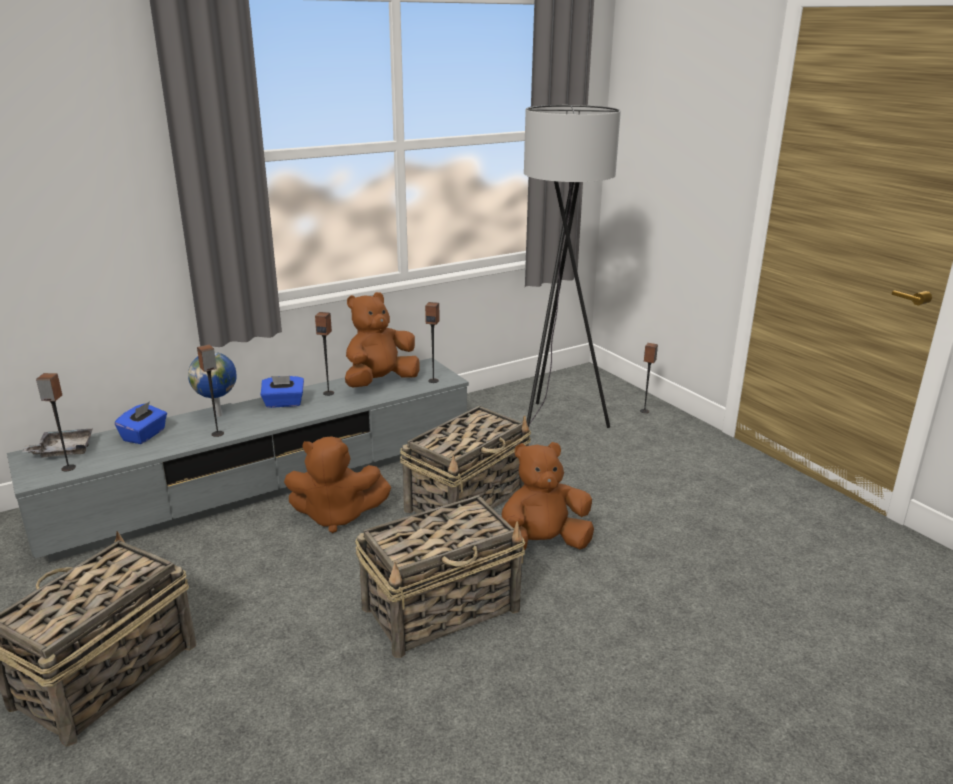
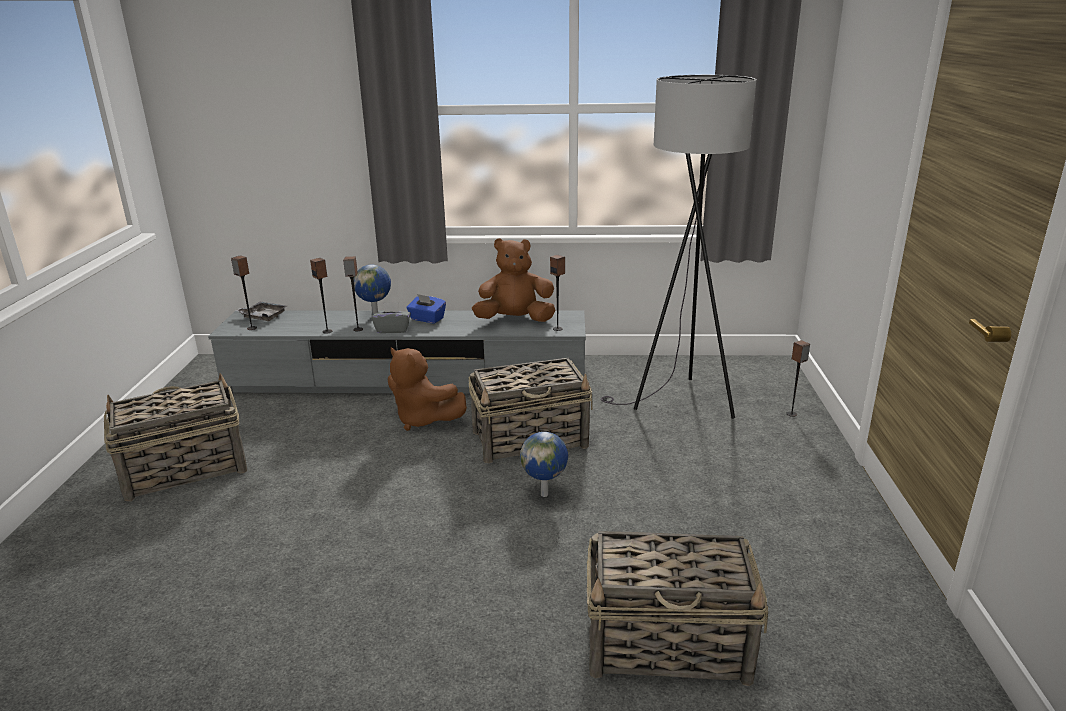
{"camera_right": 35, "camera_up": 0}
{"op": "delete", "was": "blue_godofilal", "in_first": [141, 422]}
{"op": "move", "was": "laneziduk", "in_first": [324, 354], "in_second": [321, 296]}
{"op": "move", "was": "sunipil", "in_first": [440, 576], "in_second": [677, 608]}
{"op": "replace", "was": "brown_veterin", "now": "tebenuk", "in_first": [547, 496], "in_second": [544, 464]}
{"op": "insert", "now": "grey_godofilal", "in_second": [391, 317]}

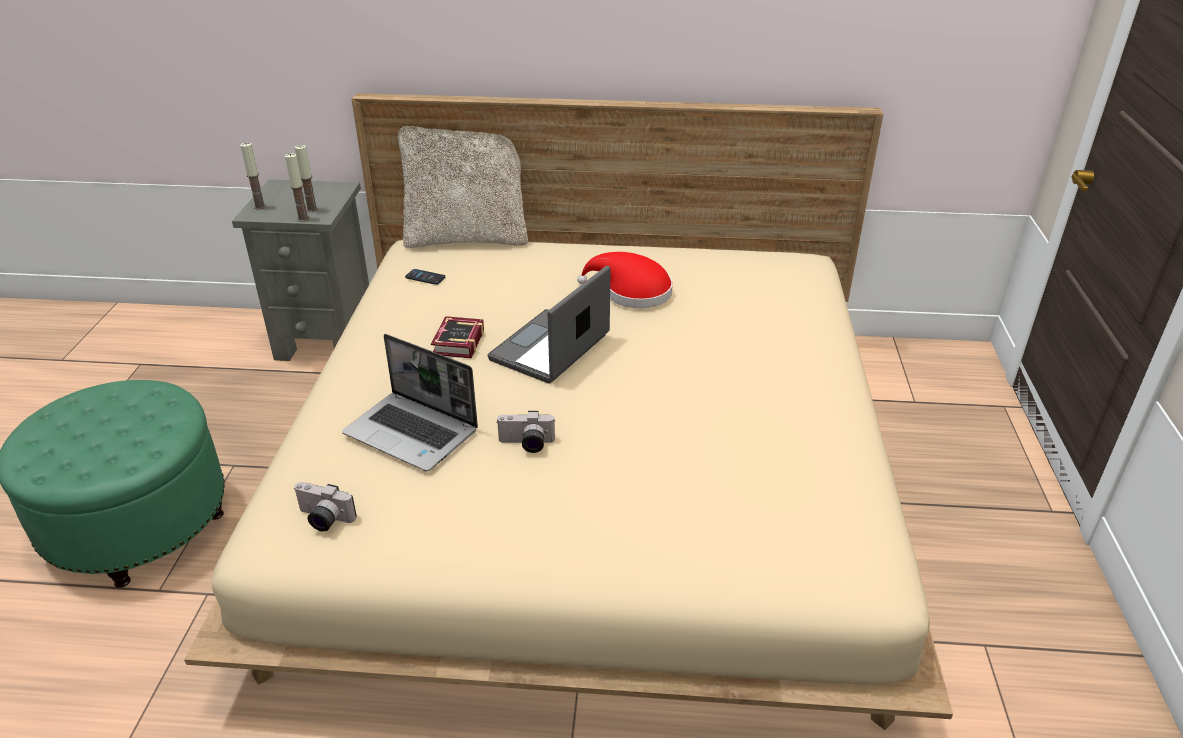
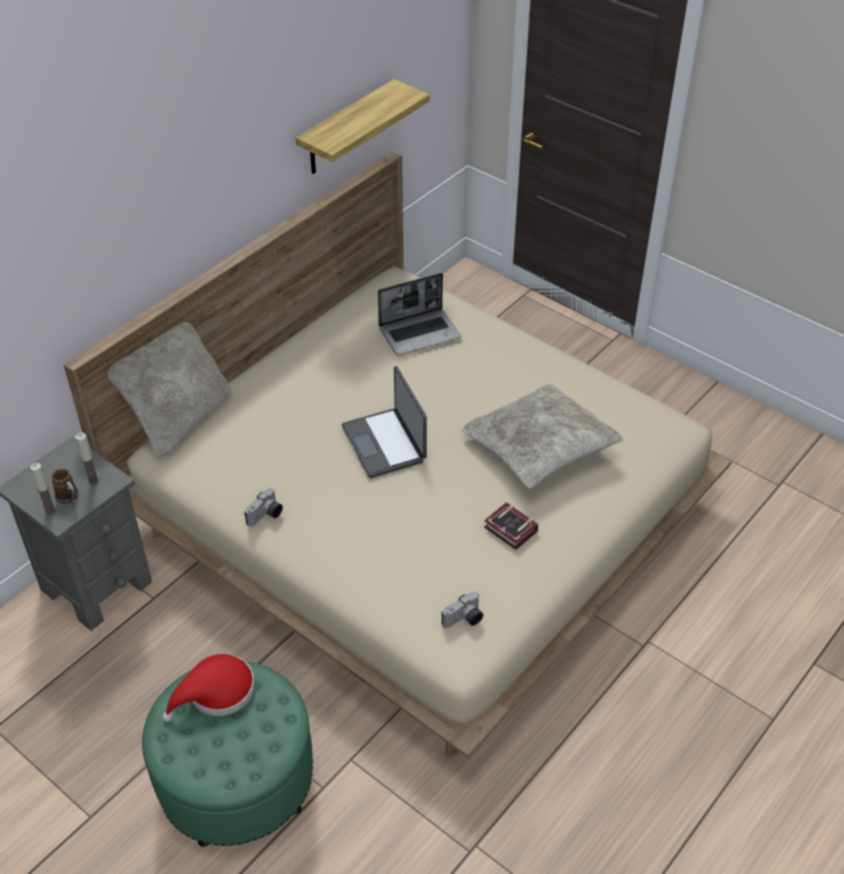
{"camera_right": -55, "camera_up": 10}
{"op": "delete", "was": "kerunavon", "in_first": [297, 187]}
{"op": "move", "was": "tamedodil", "in_first": [410, 402], "in_second": [419, 314]}
{"op": "delete", "was": "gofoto", "in_first": [425, 277]}
{"op": "move", "was": "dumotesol", "in_first": [457, 337], "in_second": [511, 526]}
{"op": "move", "was": "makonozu", "in_first": [526, 432], "in_second": [263, 507]}
{"op": "move", "was": "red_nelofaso", "in_first": [625, 280], "in_second": [209, 688]}
{"op": "insert", "now": "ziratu", "in_second": [65, 486]}
{"op": "insert", "now": "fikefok", "in_second": [363, 126]}
{"op": "insert", "now": "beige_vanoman", "in_second": [542, 436]}

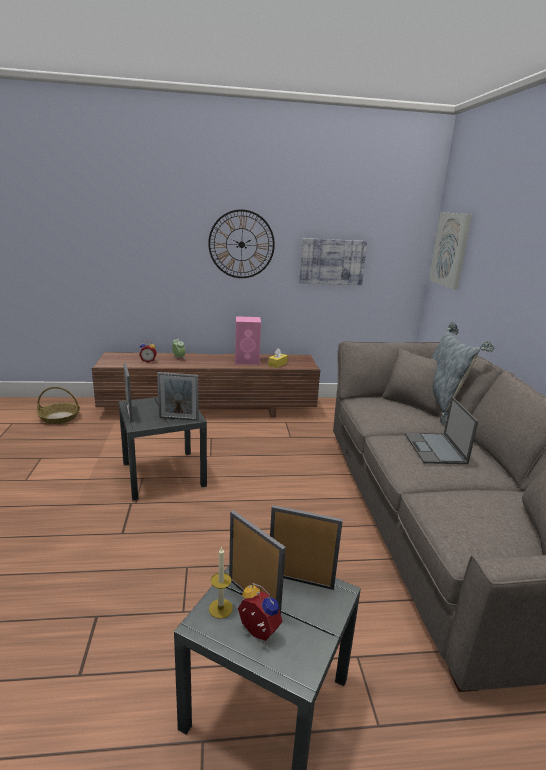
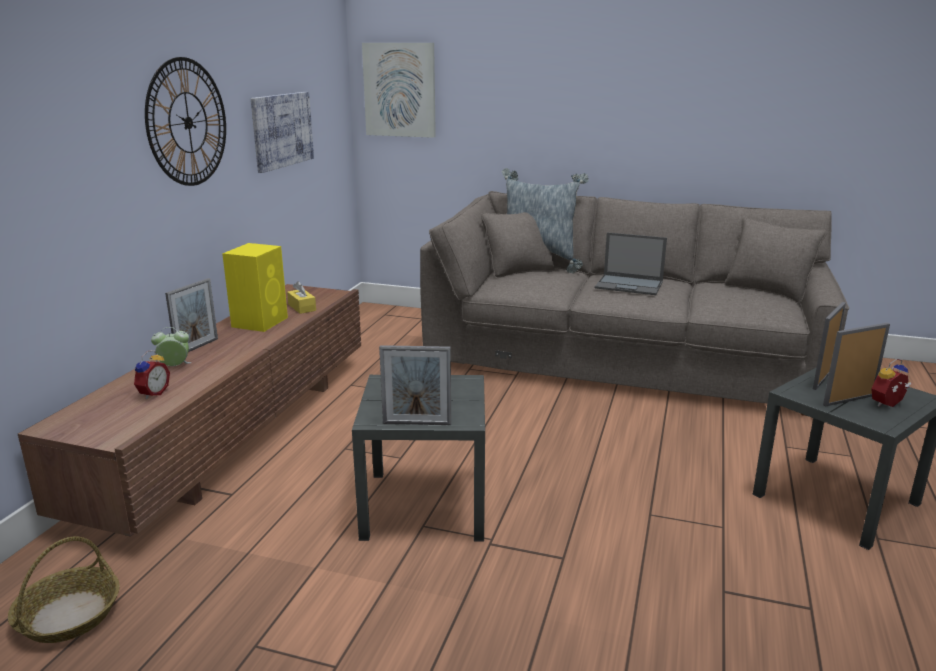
{"camera_right": -65, "camera_up": 0}
{"op": "move", "was": "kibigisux", "in_first": [178, 396], "in_second": [191, 315]}
{"op": "delete", "was": "kerunavon", "in_first": [221, 582]}
{"op": "recolor", "was": "pink_laneziduk", "now": "yellow_laneziduk", "in_first": [248, 340], "in_second": [255, 287]}

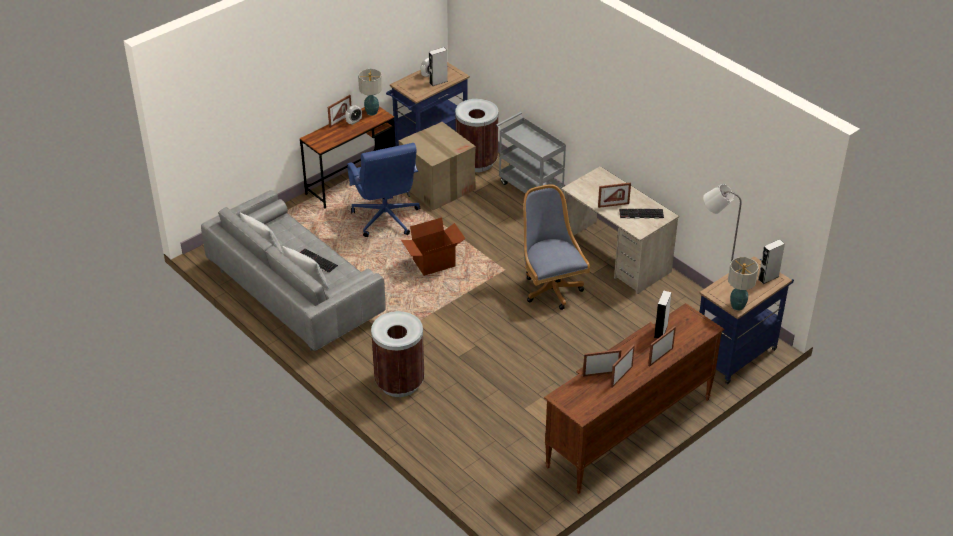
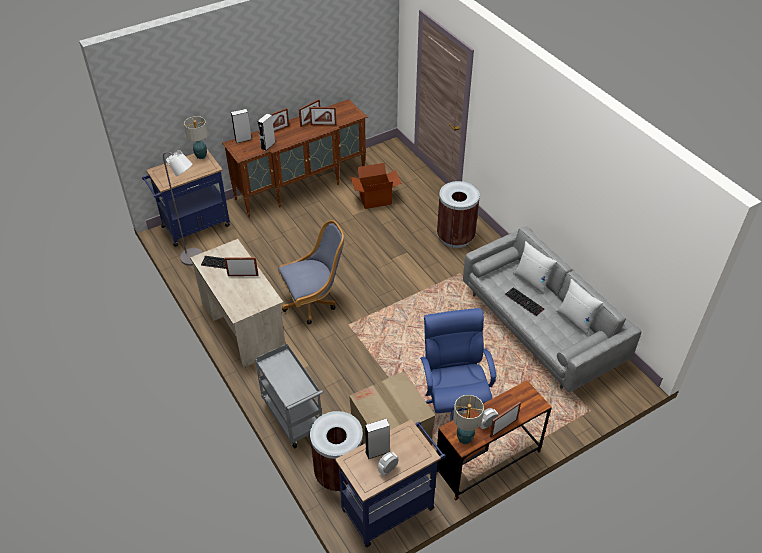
{"camera_right": -170, "camera_up": 5}
{"op": "move", "was": "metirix", "in_first": [433, 247], "in_second": [376, 186]}
{"op": "rotate", "was": "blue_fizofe", "in_first": [556, 247], "in_second": [311, 272], "clockwise": -105}
{"op": "move", "was": "grey_laneziduk", "in_first": [771, 261], "in_second": [241, 126]}

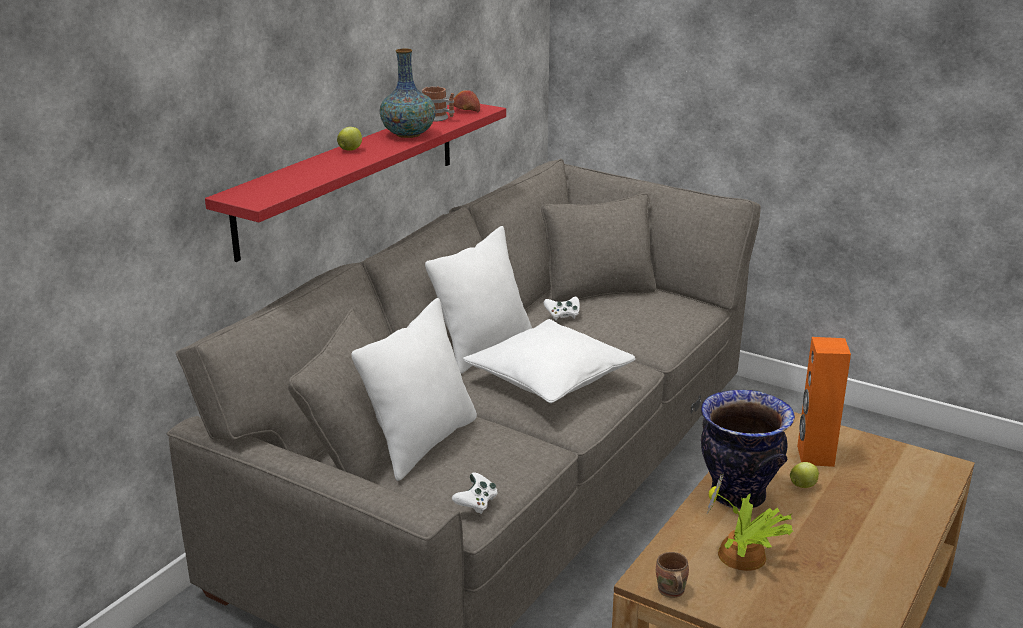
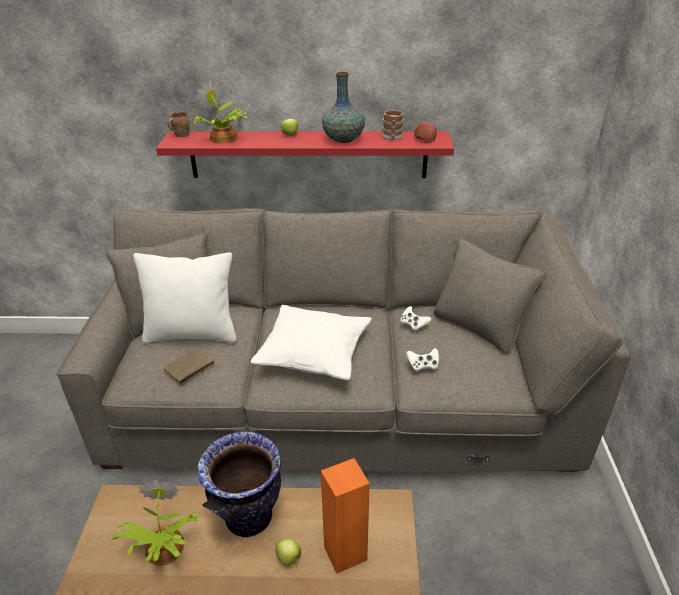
{"camera_right": 60, "camera_up": 10}
{"op": "delete", "was": "white_vanoman", "in_first": [478, 300]}
{"op": "move", "was": "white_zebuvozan", "in_first": [475, 493], "in_second": [422, 360]}
{"op": "move", "was": "brown_ziratu", "in_first": [672, 575], "in_second": [179, 124]}
{"op": "insert", "now": "brown_dumotesol", "in_second": [191, 365]}
{"op": "insert", "now": "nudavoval", "in_second": [220, 112]}

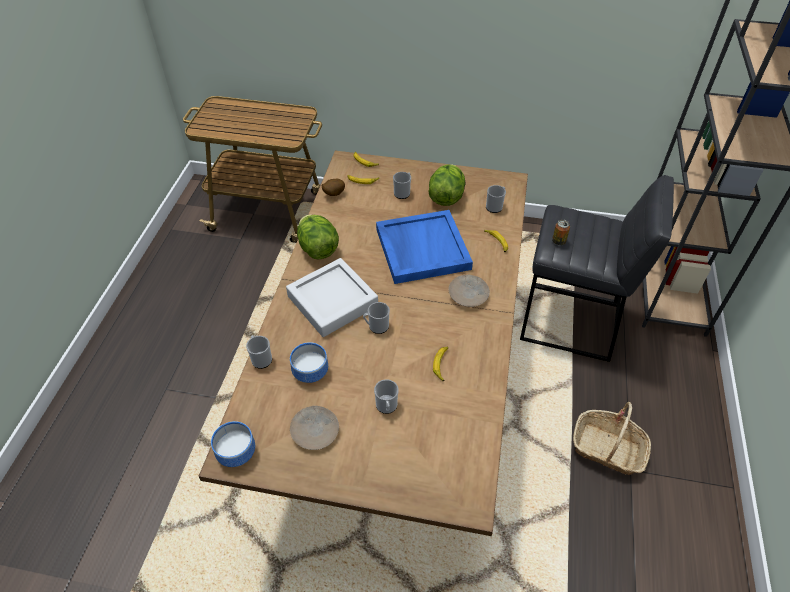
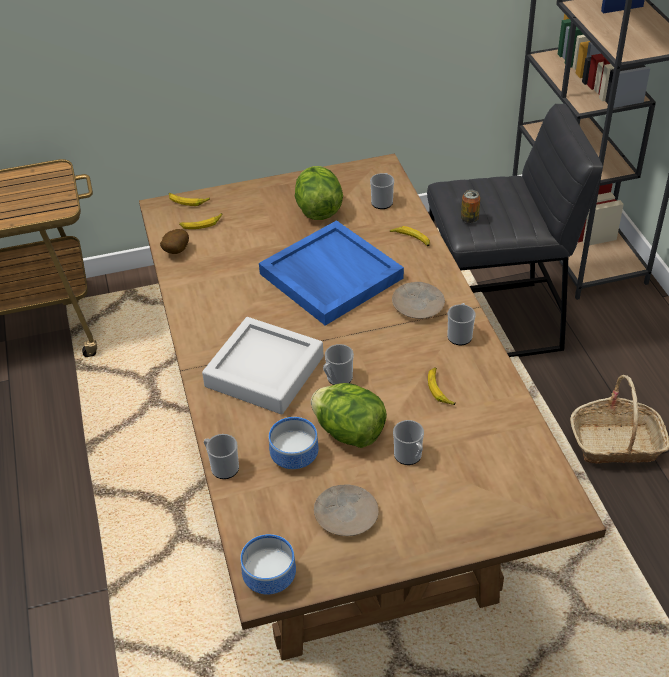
{"camera_right": -25, "camera_up": -5}
{"op": "move", "was": "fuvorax", "in_first": [318, 237], "in_second": [349, 415]}
{"op": "move", "was": "ziratu", "in_first": [402, 185], "in_second": [461, 324]}

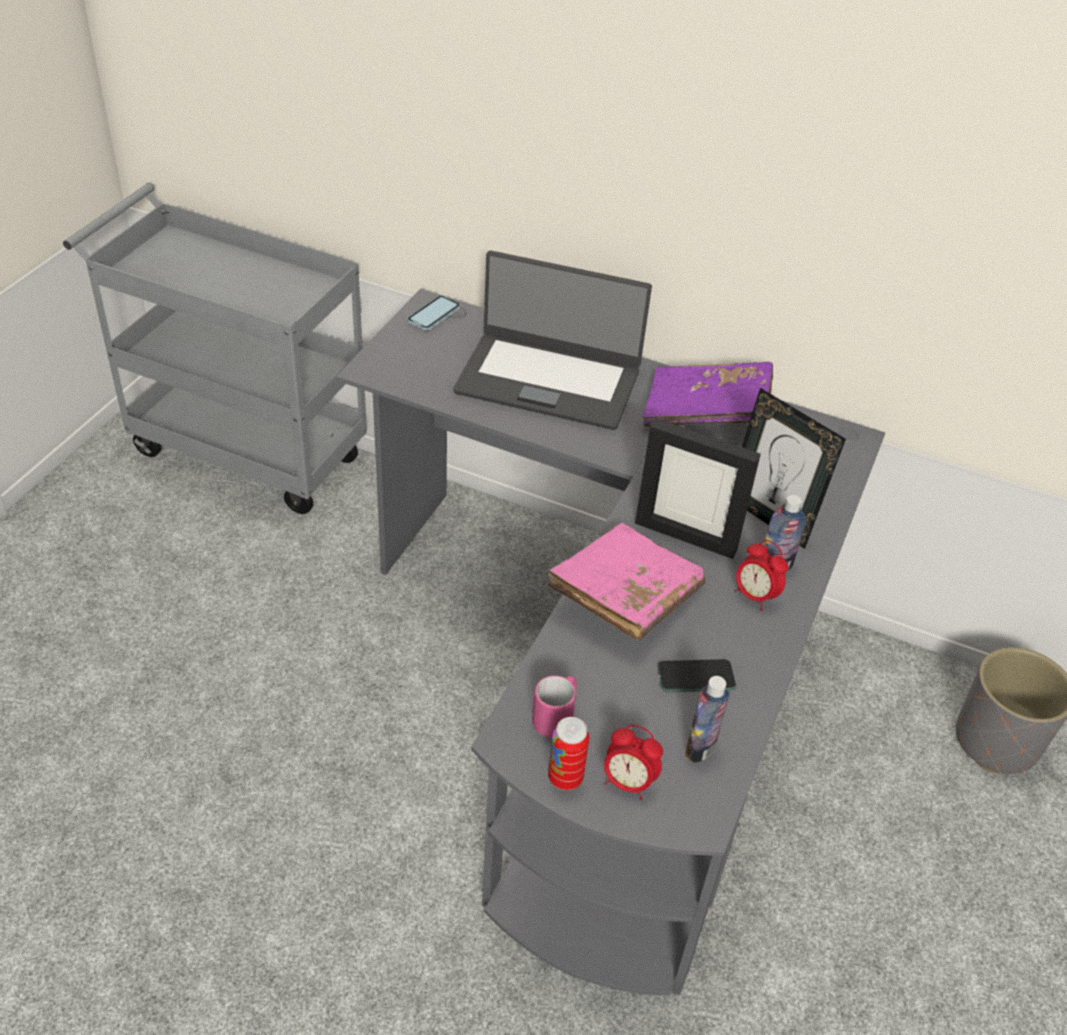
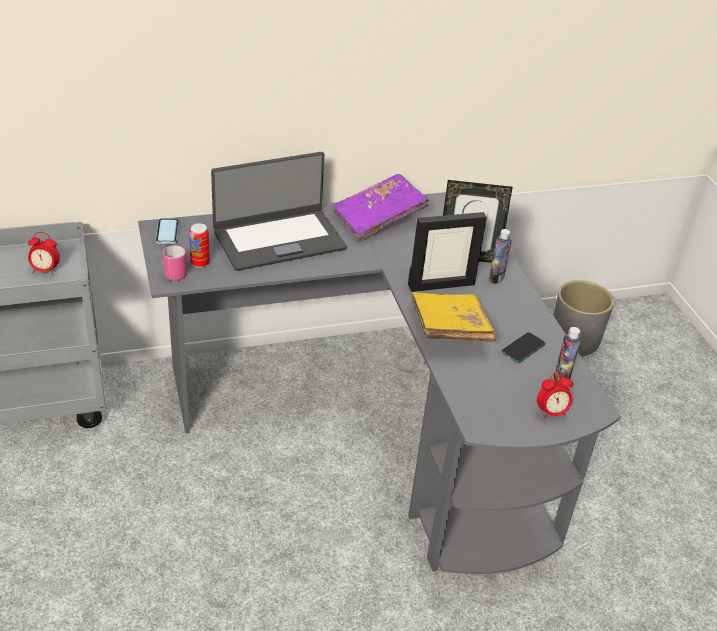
{"camera_right": -40, "camera_up": -5}
{"op": "move", "was": "pink_ziratu", "in_first": [554, 706], "in_second": [175, 263]}
{"op": "recolor", "was": "pink_dumotesol", "now": "yellow_dumotesol", "in_first": [626, 581], "in_second": [453, 317]}
{"op": "move", "was": "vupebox", "in_first": [568, 753], "in_second": [199, 245]}
{"op": "move", "was": "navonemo", "in_first": [761, 575], "in_second": [44, 253]}

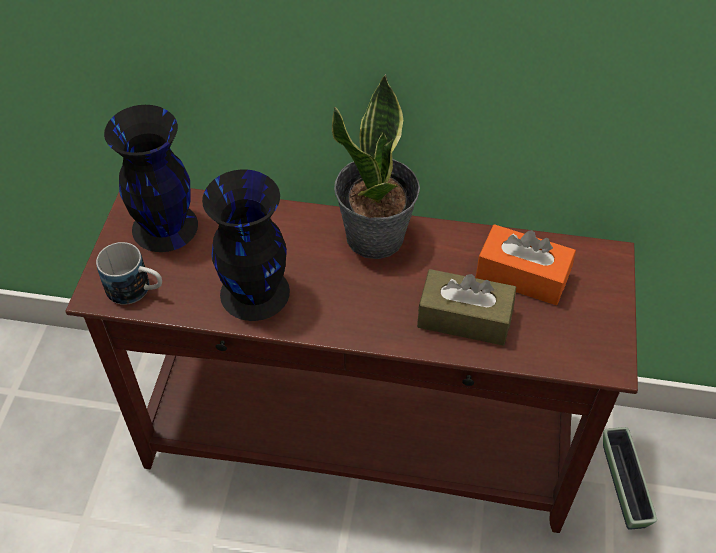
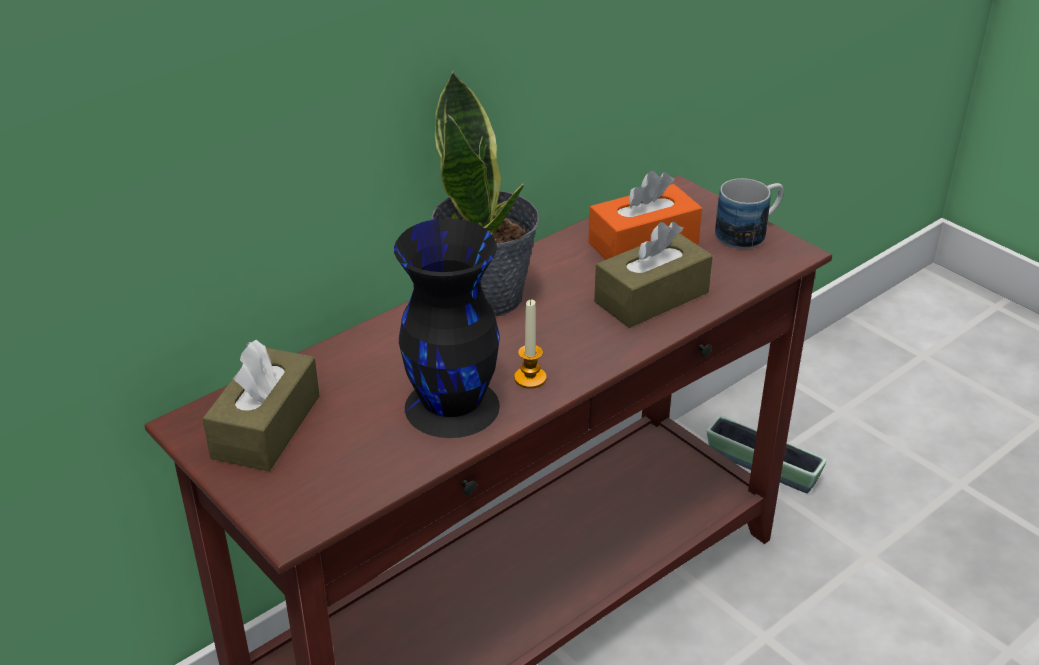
{"camera_right": -50, "camera_up": -15}
{"op": "move", "was": "ziratu", "in_first": [129, 273], "in_second": [749, 213]}
{"op": "replace", "was": "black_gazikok", "now": "brown_godofilal", "in_first": [151, 178], "in_second": [261, 405]}
{"op": "insert", "now": "kerunavon", "in_second": [530, 344]}

